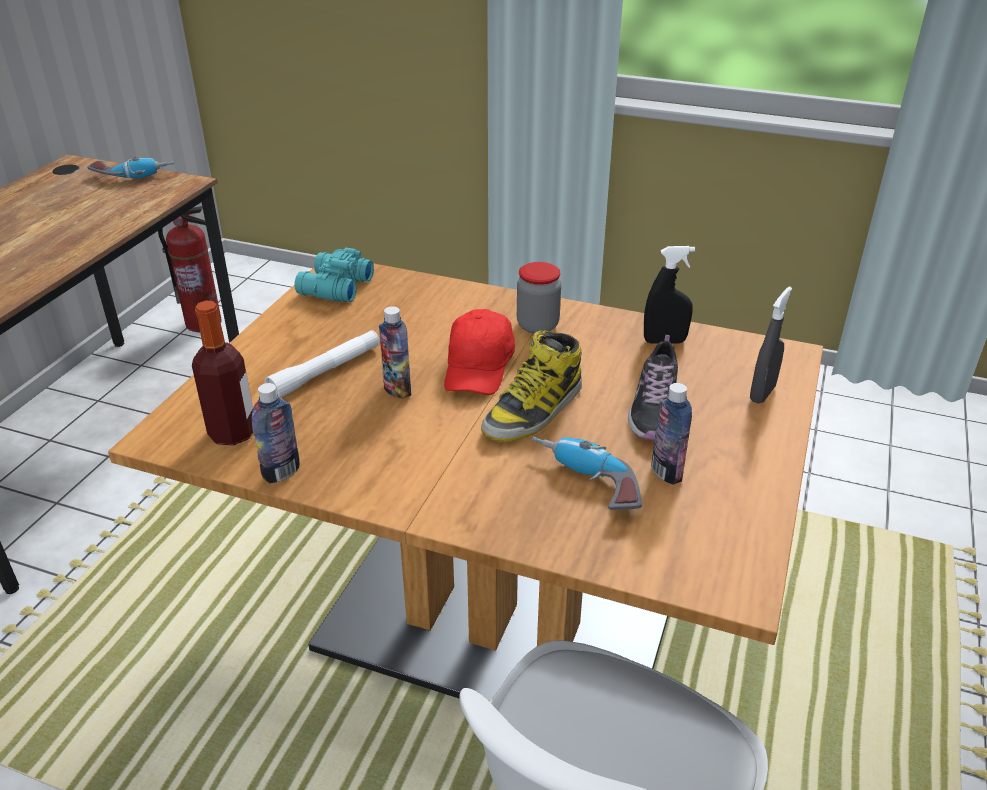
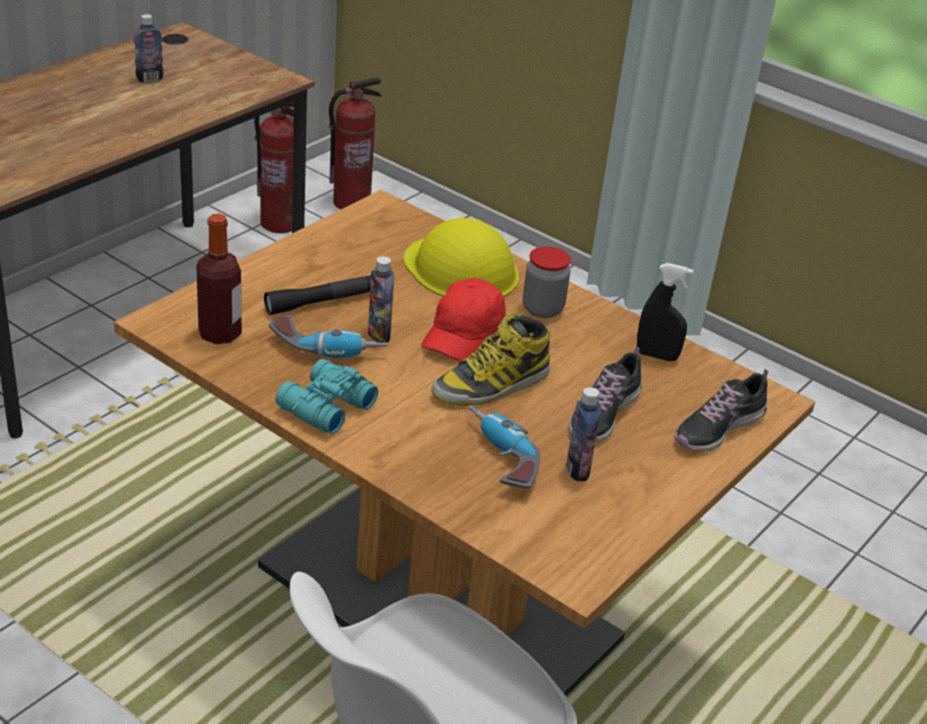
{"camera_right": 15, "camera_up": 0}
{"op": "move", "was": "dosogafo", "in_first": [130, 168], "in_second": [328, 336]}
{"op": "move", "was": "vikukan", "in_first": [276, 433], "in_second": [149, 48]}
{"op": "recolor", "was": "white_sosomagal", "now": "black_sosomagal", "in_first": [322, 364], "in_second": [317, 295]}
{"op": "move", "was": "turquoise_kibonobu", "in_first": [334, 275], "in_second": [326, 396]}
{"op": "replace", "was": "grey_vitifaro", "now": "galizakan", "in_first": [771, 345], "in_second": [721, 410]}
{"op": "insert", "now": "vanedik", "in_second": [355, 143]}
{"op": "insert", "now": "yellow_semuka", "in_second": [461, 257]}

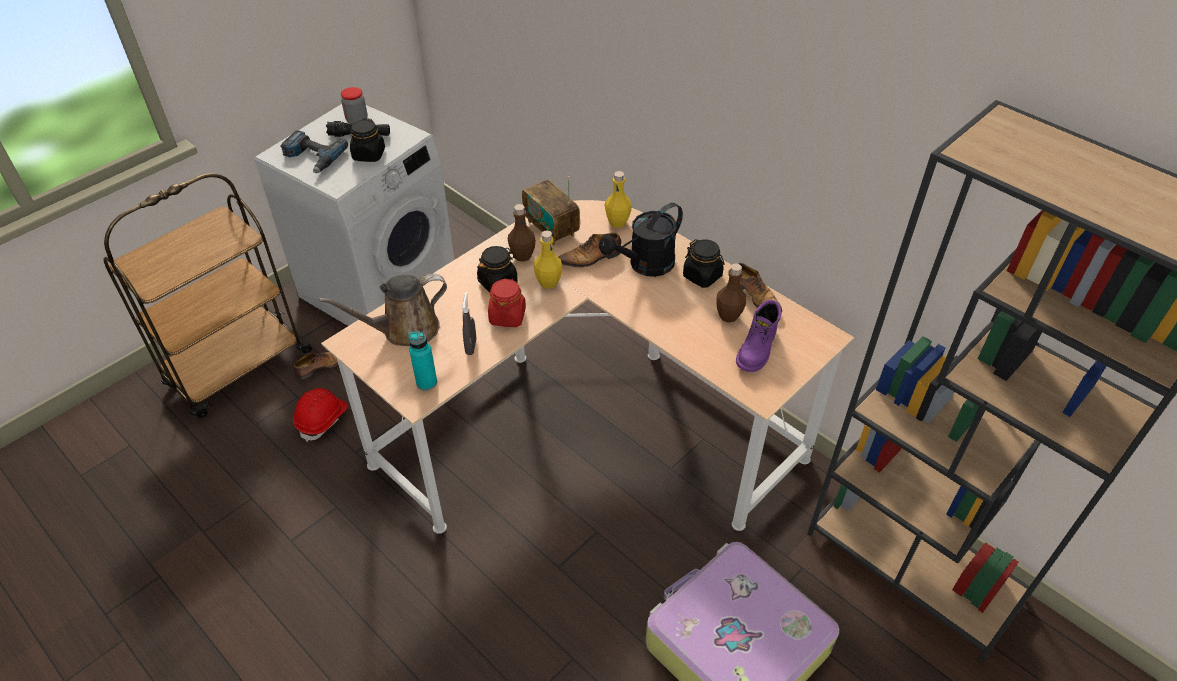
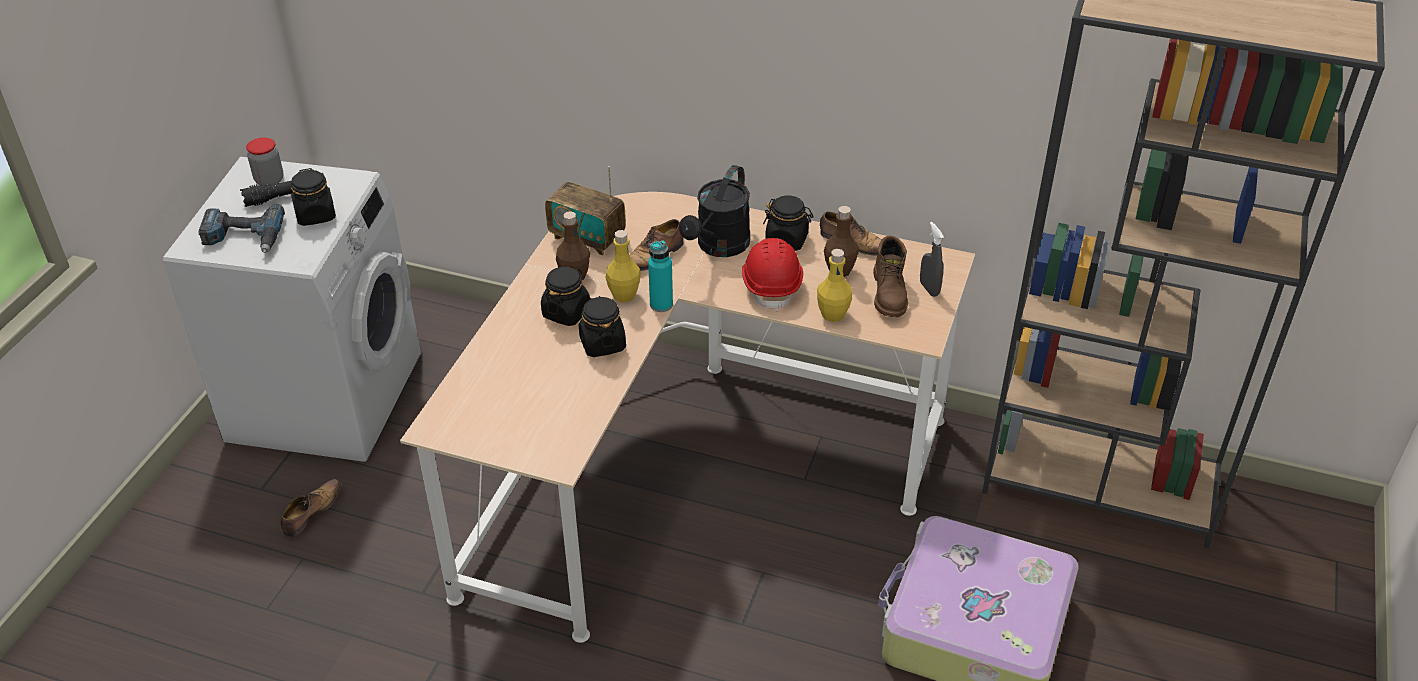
{"camera_right": -25, "camera_up": -5}
{"op": "delete", "was": "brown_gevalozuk", "in_first": [208, 295]}
{"op": "move", "was": "red_semuka", "in_first": [320, 415], "in_second": [772, 275]}
{"op": "delete", "was": "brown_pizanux", "in_first": [383, 310]}
{"op": "move", "was": "turquoise_vikukan", "in_first": [422, 361], "in_second": [660, 276]}
{"op": "move", "was": "grey_vitifaro", "in_first": [469, 323], "in_second": [932, 259]}
{"op": "recolor", "was": "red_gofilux", "now": "black_gofilux", "in_first": [507, 302], "in_second": [602, 326]}
{"op": "move", "was": "yellow_vikukan", "in_first": [618, 199], "in_second": [834, 285]}
{"op": "recolor", "was": "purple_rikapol", "now": "brown_rikapol", "in_first": [759, 336], "in_second": [890, 276]}

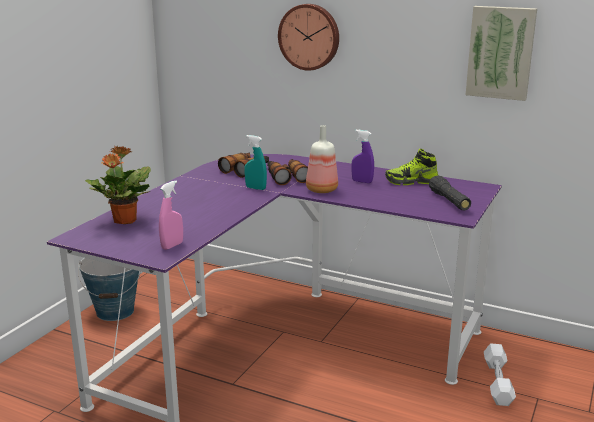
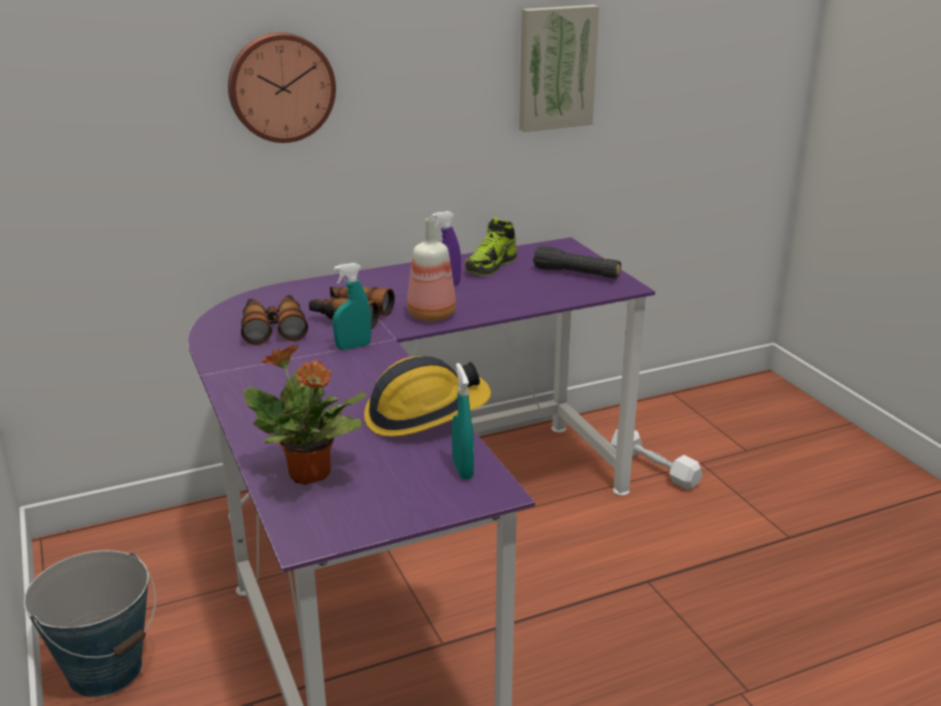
{"camera_right": -50, "camera_up": 5}
{"op": "recolor", "was": "pink_vitifaro", "now": "turquoise_vitifaro", "in_first": [171, 215], "in_second": [463, 421]}
{"op": "insert", "now": "semuka", "in_second": [427, 396]}

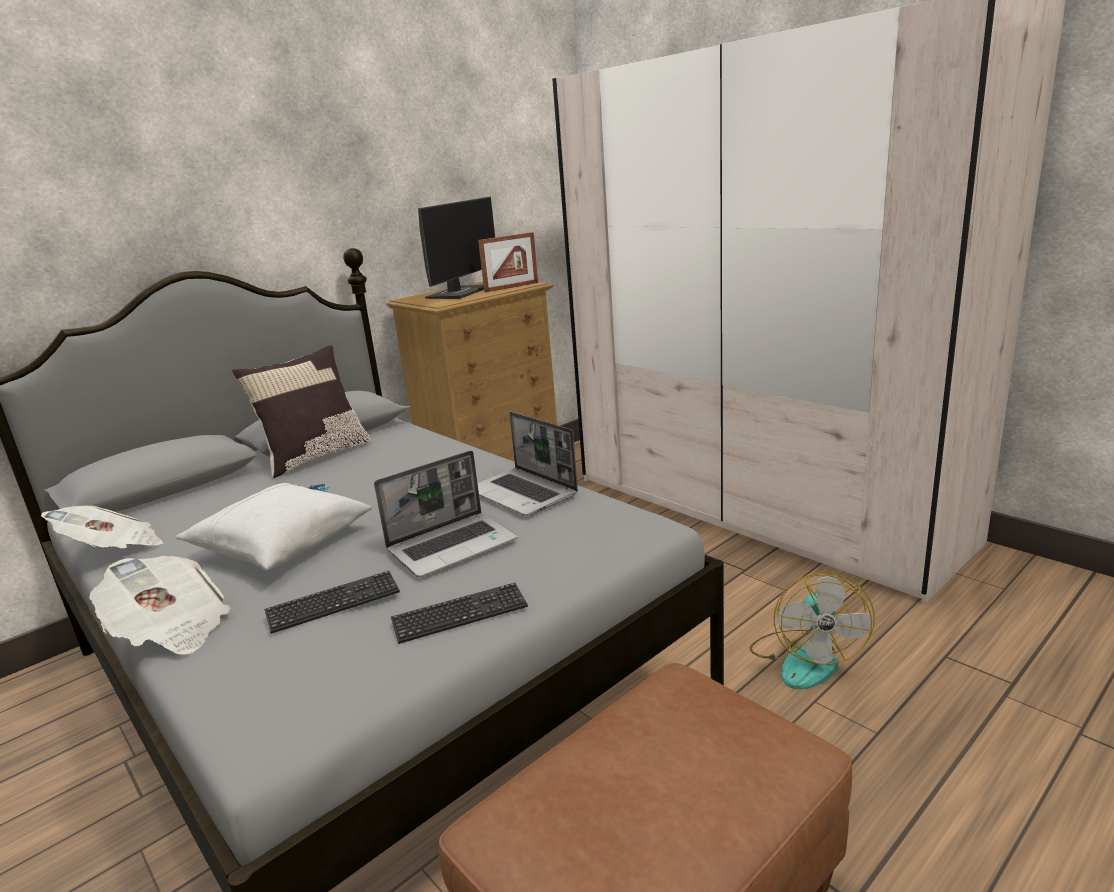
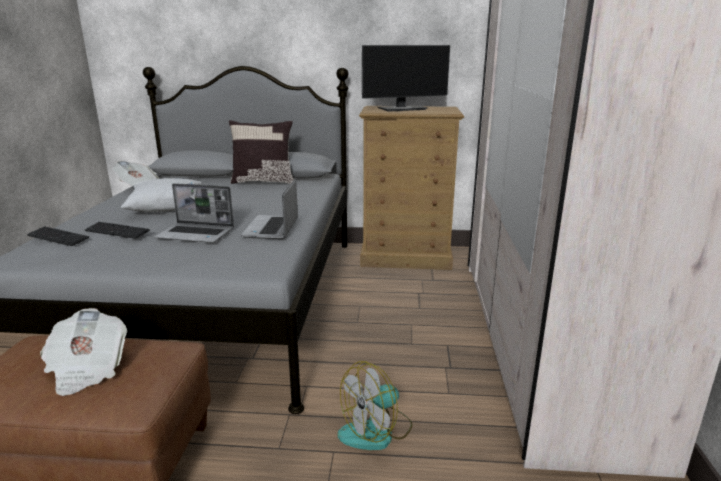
{"camera_right": 45, "camera_up": 0}
{"op": "move", "was": "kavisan", "in_first": [160, 605], "in_second": [83, 352]}
{"op": "move", "was": "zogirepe", "in_first": [459, 613], "in_second": [58, 236]}
{"op": "delete", "was": "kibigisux", "in_first": [508, 262]}

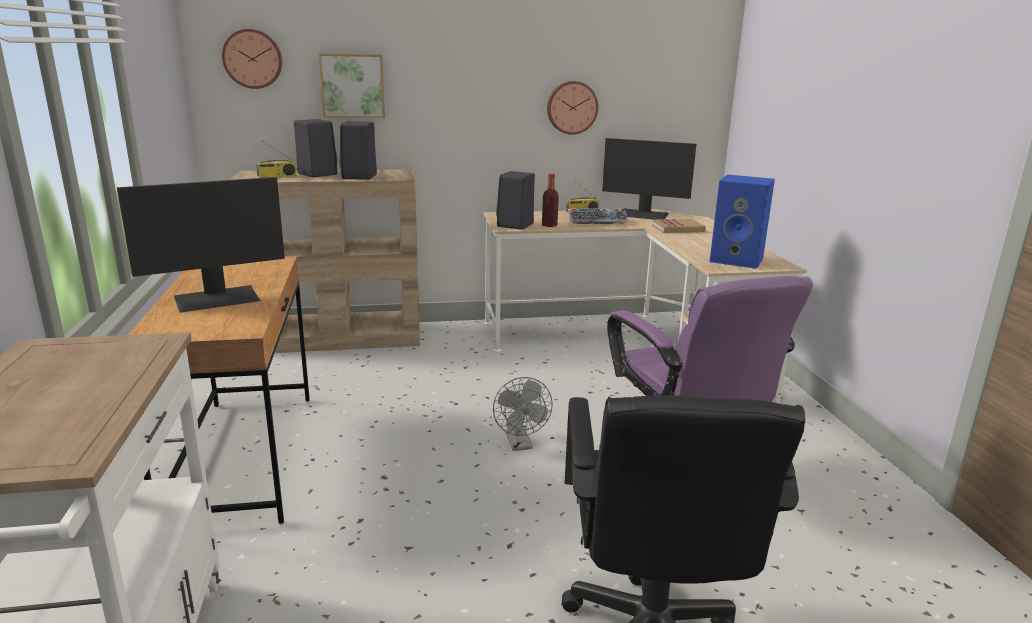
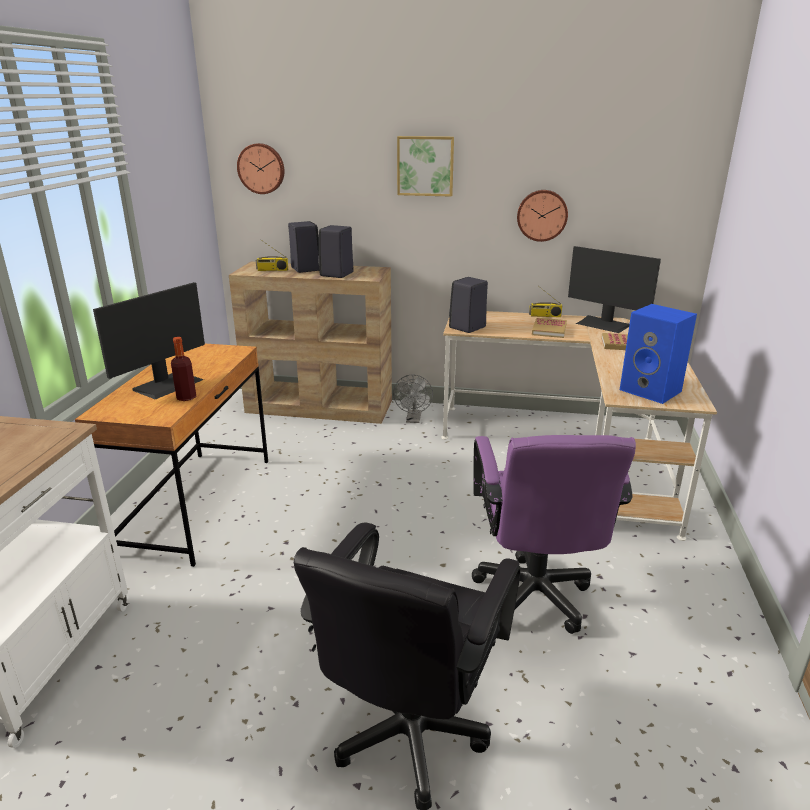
{"camera_right": 20, "camera_up": 5}
{"op": "rotate", "was": "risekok", "in_first": [201, 245], "in_second": [149, 340], "clockwise": -45}
{"op": "move", "was": "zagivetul", "in_first": [352, 85], "in_second": [425, 166]}
{"op": "move", "was": "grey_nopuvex", "in_first": [523, 414], "in_second": [413, 398]}
{"op": "move", "was": "vikukan", "in_first": [550, 200], "in_second": [183, 369]}
{"op": "replace", "was": "zogirepe", "now": "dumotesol", "in_first": [598, 216], "in_second": [549, 328]}

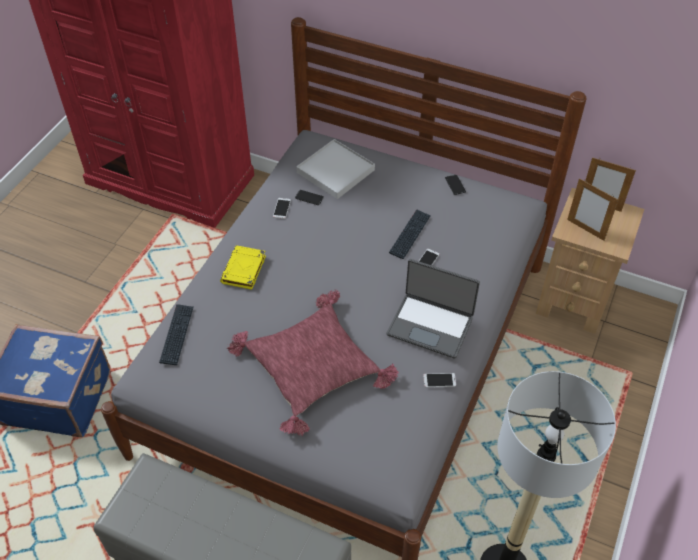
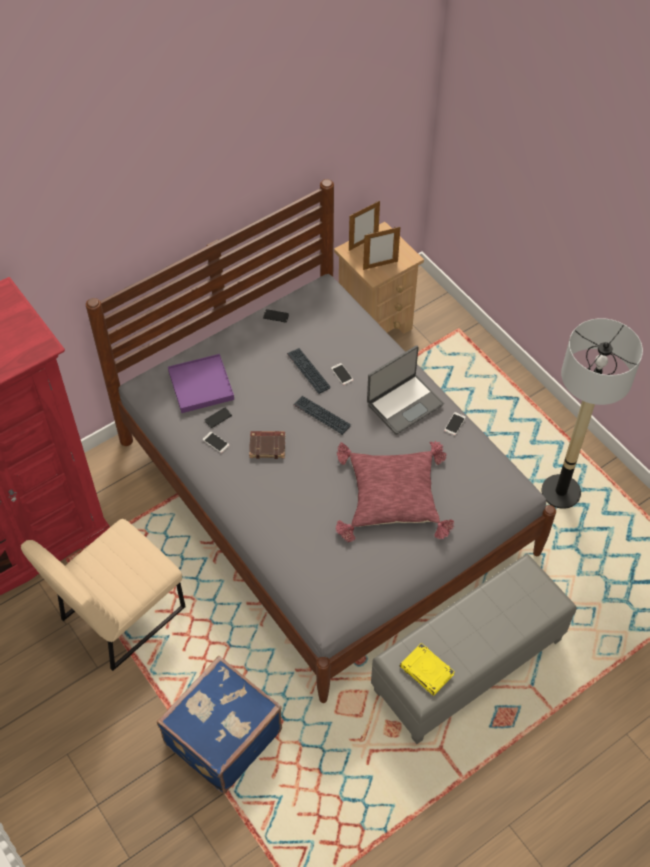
{"camera_right": -60, "camera_up": 5}
{"op": "move", "was": "zogirepe", "in_first": [176, 334], "in_second": [322, 415]}
{"op": "move", "was": "yellow_dumotesol", "in_first": [243, 267], "in_second": [427, 669]}
{"op": "recolor", "was": "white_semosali", "now": "purple_semosali", "in_first": [335, 169], "in_second": [201, 383]}
{"op": "insert", "now": "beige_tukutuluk", "in_second": [103, 595]}
{"op": "insert", "now": "brown_dumotesol", "in_second": [267, 445]}

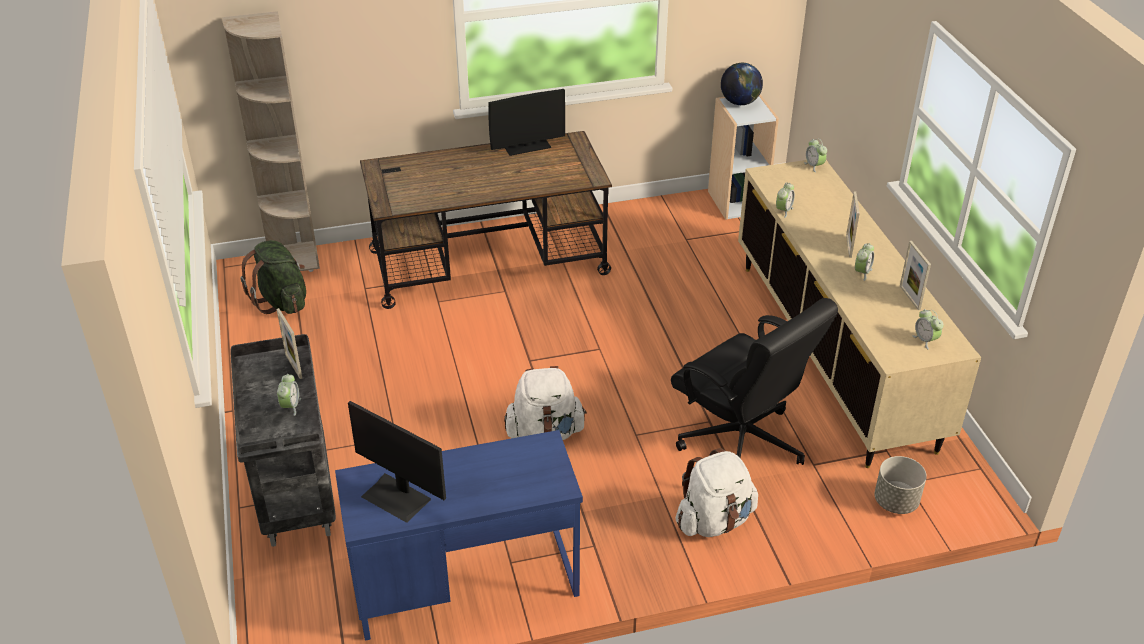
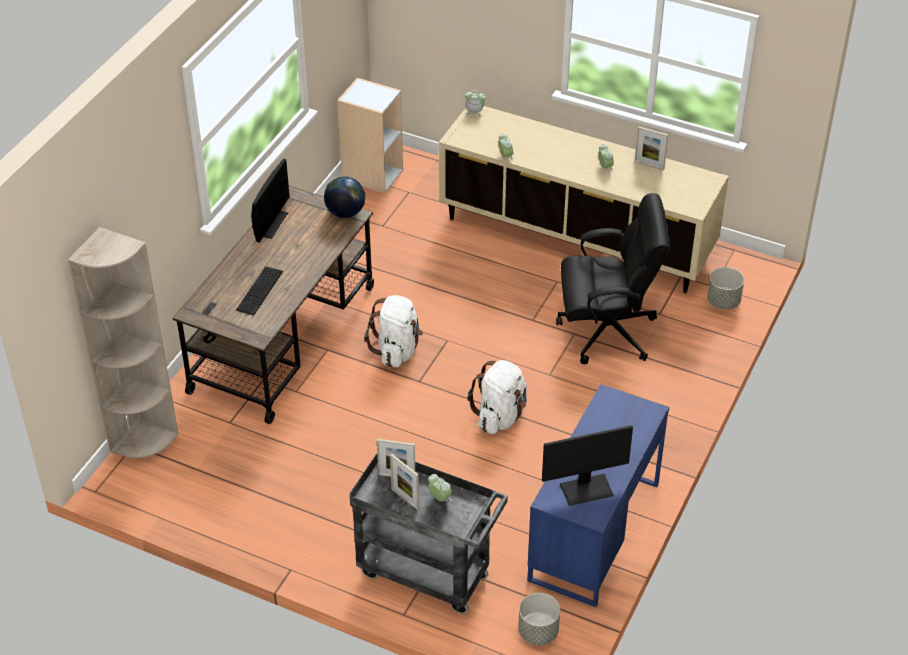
{"camera_right": -50, "camera_up": 5}
{"op": "delete", "was": "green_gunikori", "in_first": [273, 277]}
{"op": "move", "was": "white_gunikori", "in_first": [716, 492], "in_second": [393, 331]}
{"op": "move", "was": "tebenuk", "in_first": [742, 84], "in_second": [344, 197]}
{"op": "move", "was": "kibigisux", "in_first": [853, 224], "in_second": [404, 482]}
{"op": "delete", "was": "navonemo", "in_first": [928, 329]}
{"op": "insert", "now": "zogirepe", "in_second": [259, 290]}
{"op": "insert", "now": "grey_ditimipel", "in_second": [539, 619]}

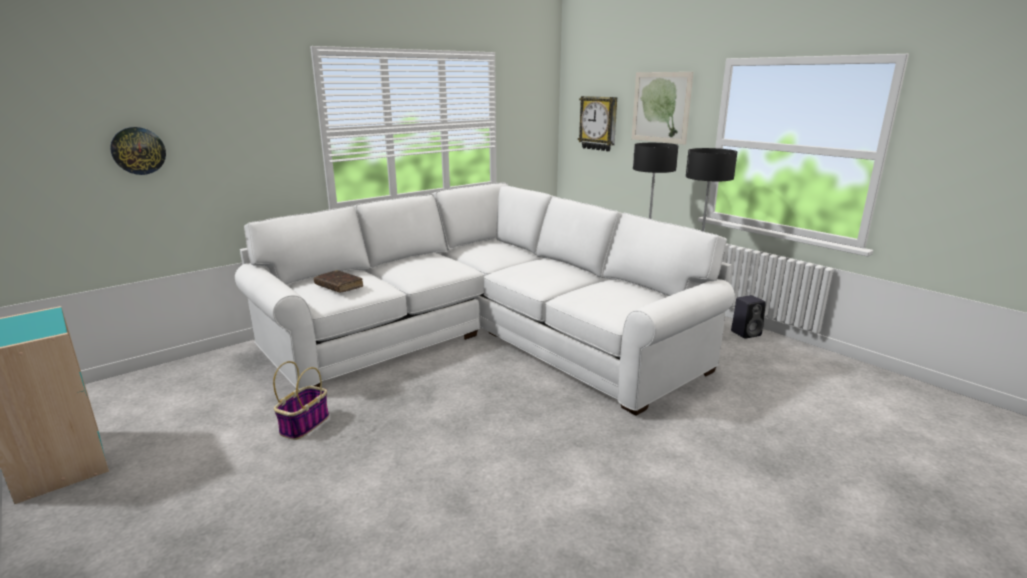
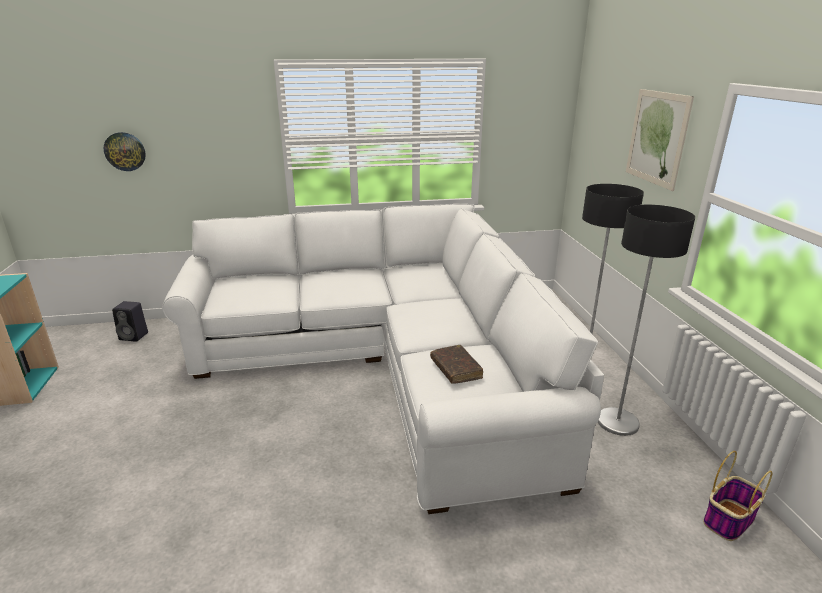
{"camera_right": 30, "camera_up": 5}
{"op": "move", "was": "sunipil", "in_first": [301, 400], "in_second": [738, 496]}
{"op": "move", "was": "brown_dumotesol", "in_first": [338, 281], "in_second": [456, 364]}
{"op": "delete", "was": "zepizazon", "in_first": [597, 123]}
{"op": "move", "was": "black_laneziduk", "in_first": [748, 317], "in_second": [130, 321]}

